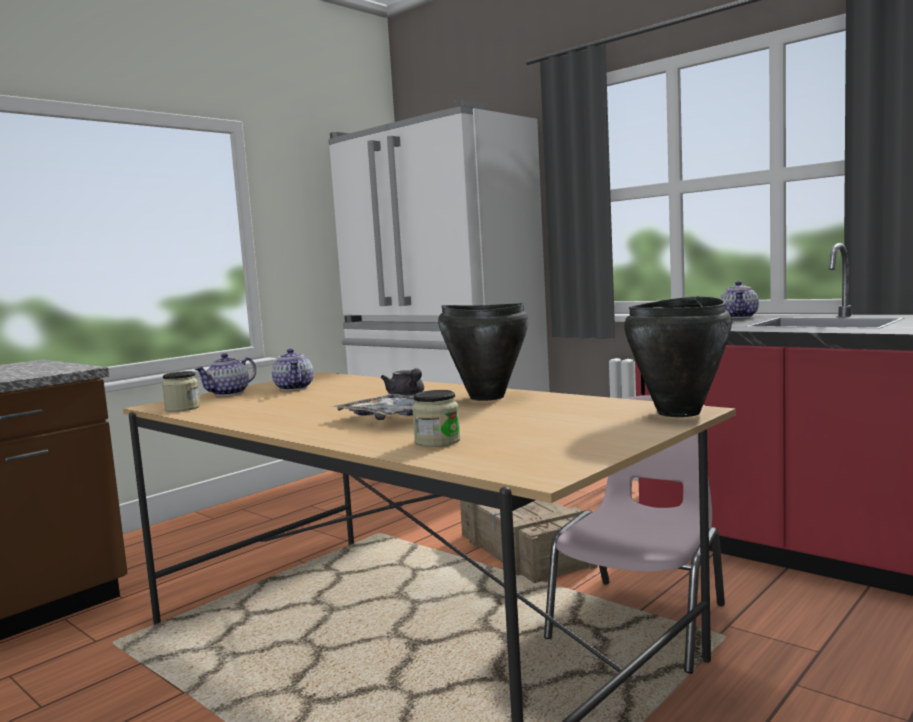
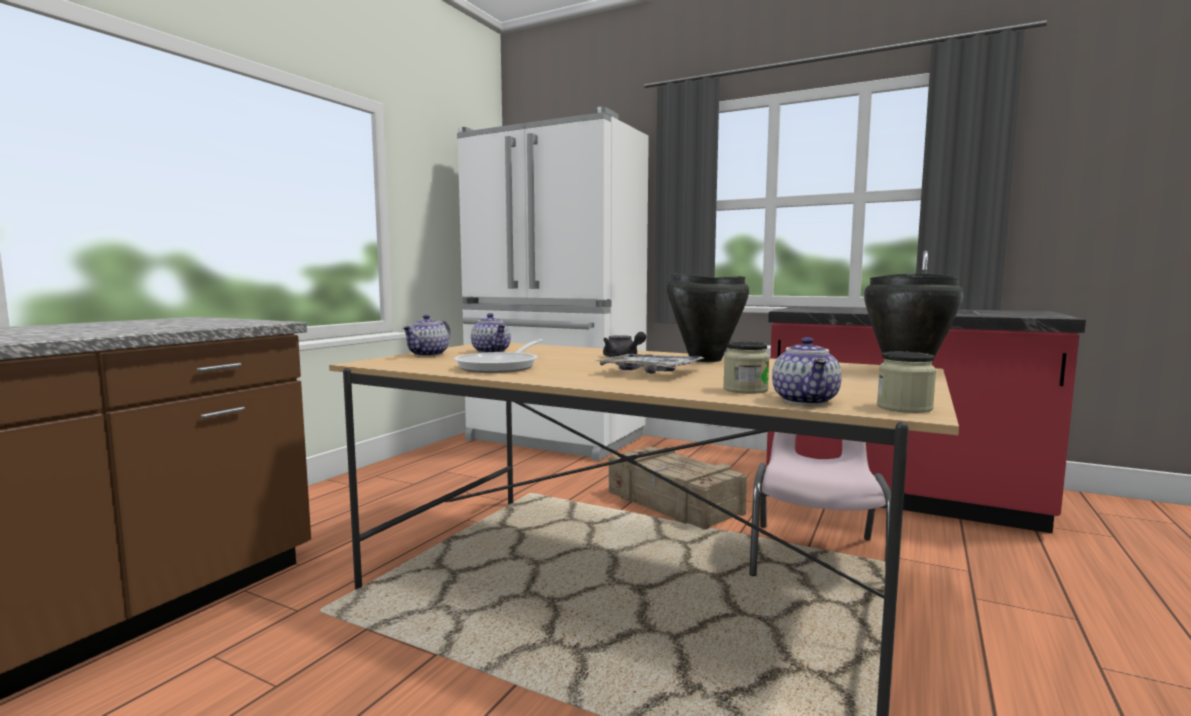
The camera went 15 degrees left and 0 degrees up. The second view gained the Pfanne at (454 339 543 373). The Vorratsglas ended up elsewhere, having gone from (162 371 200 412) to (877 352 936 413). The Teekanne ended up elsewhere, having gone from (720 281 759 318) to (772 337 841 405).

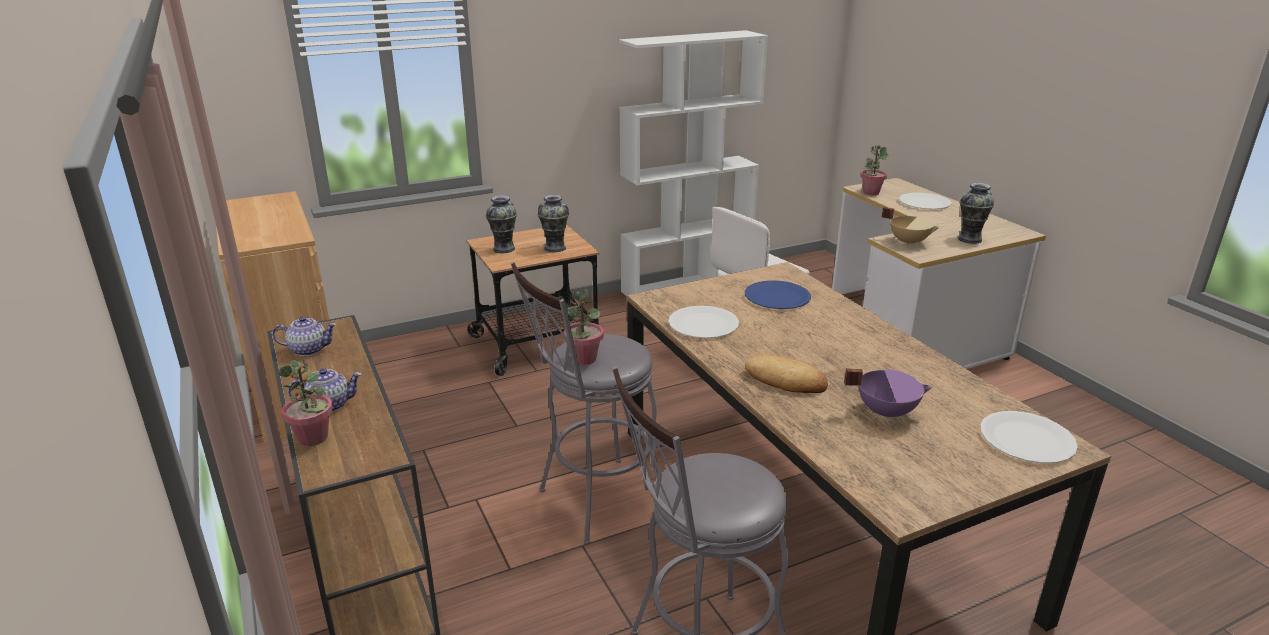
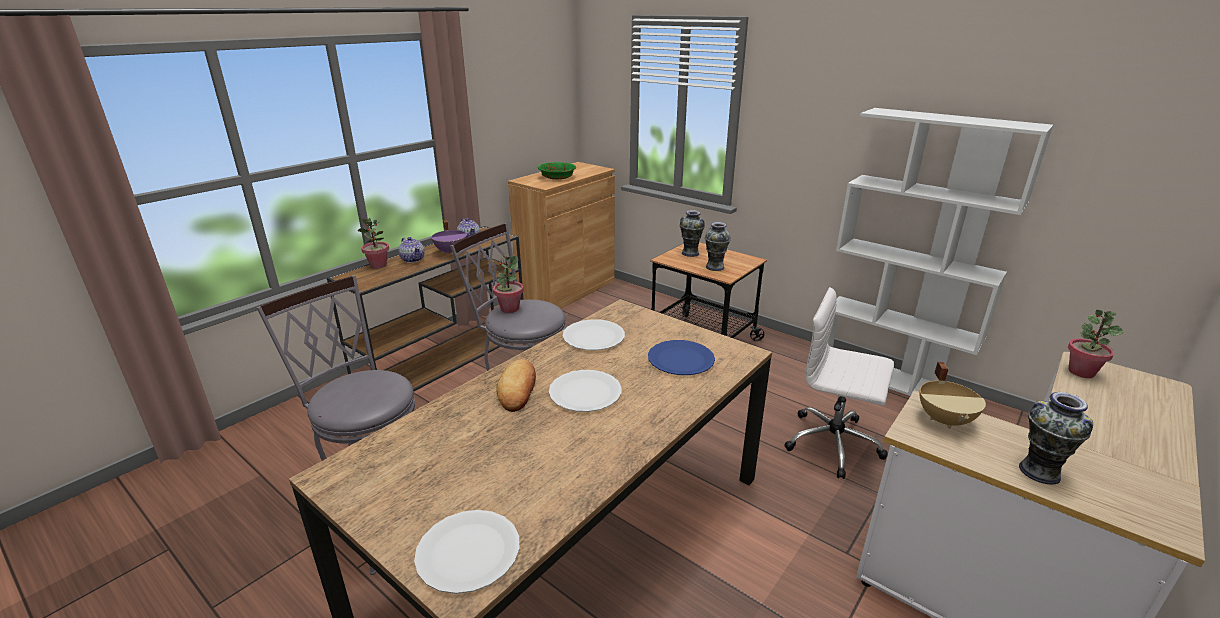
The camera went 65 degrees right and 0 degrees up. The second view gained the Schüssel [grün] at (538 162 576 179). The Kochtopf [lila] ended up elsewhere, having gone from (844 368 932 421) to (431 220 467 255). The Teller [weiß] ended up elsewhere, having gone from (899 193 951 209) to (549 370 622 412).

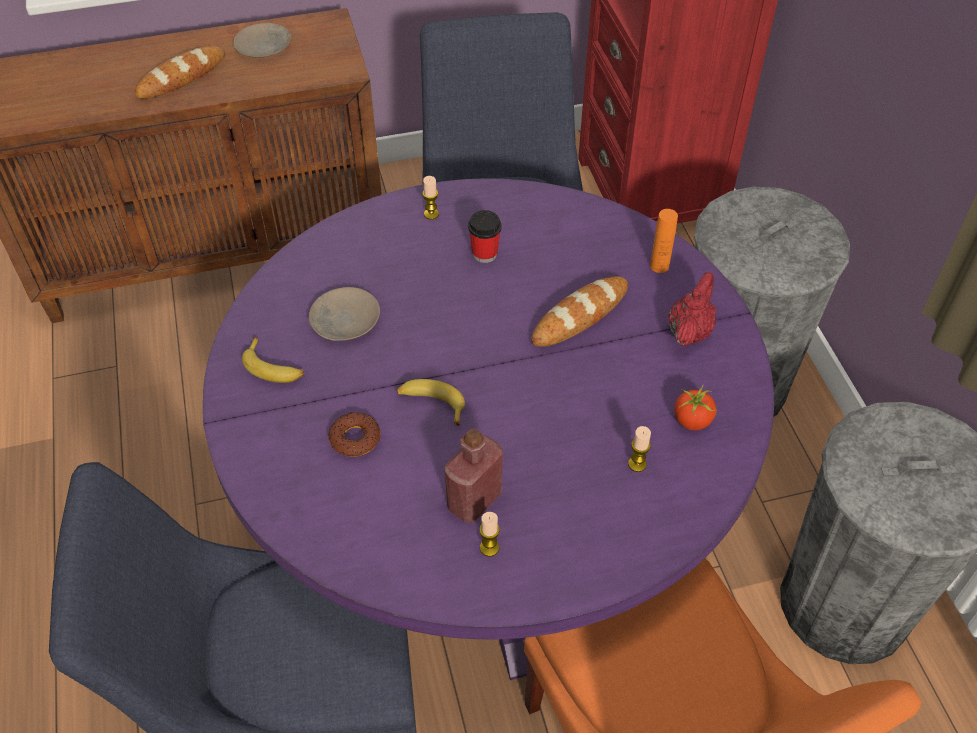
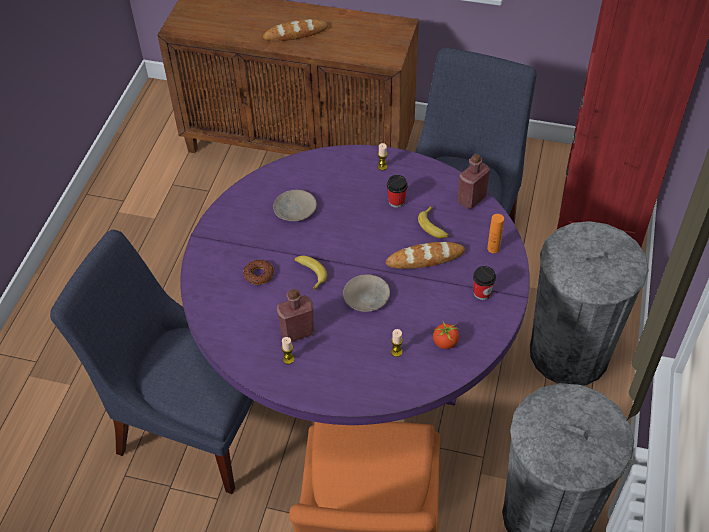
The camera went 30 degrees right and 0 degrees up. The second view gained the Flasche [rot] at (457 154 490 209). The Teller [beige] ended up elsewhere, having gone from (233 23 291 58) to (343 274 390 312). The Banane ended up elsewhere, having gone from (242 337 304 383) to (418 206 449 238). Where the Teekanne [rot] stood at (668 272 716 346), the Tasse came to stand at (473 266 496 300).

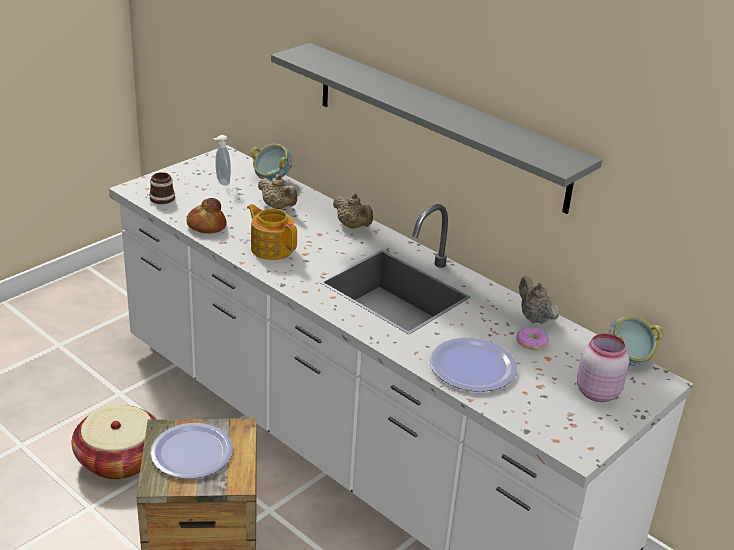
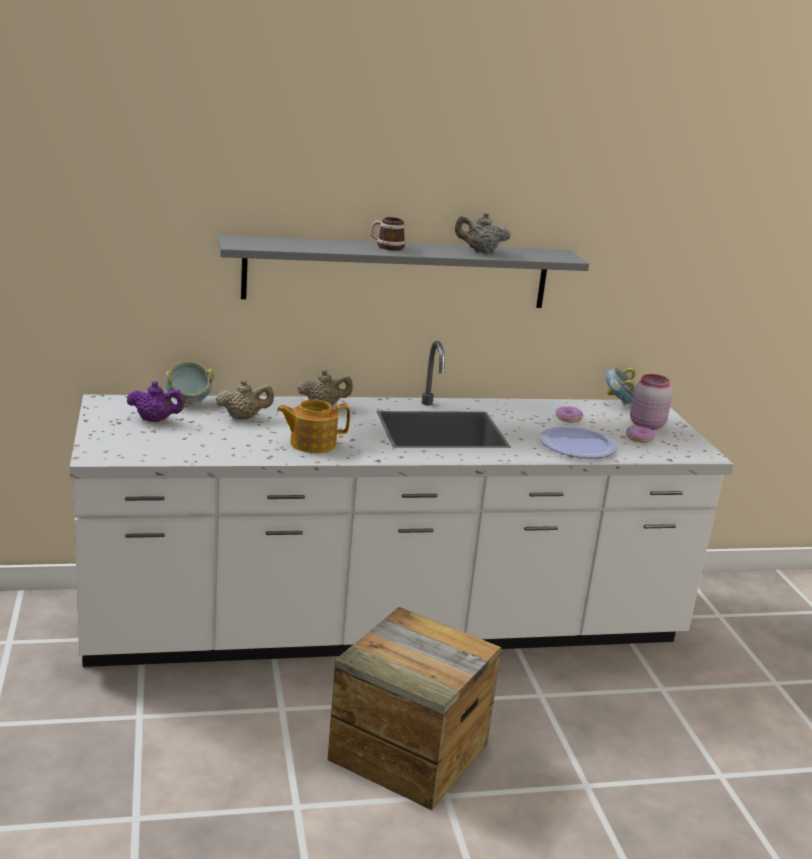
The camera went 55 degrees left and 10 degrees down. The second view lost the Korb at (72 405 156 479). The second view lost the Teller at (150 423 233 479). The second view lost the Brot at (187 198 227 234). The second view gained the Donut at (626 426 655 443). The Henkelbecher ended up elsewhere, having gone from (149 172 175 204) to (370 217 405 250). The Teekanne [beige] ended up elsewhere, having gone from (519 276 559 324) to (455 212 511 253). Where the Seifenspender stood at (213 135 231 186), the Teekanne [lila] came to stand at (127 381 185 422).

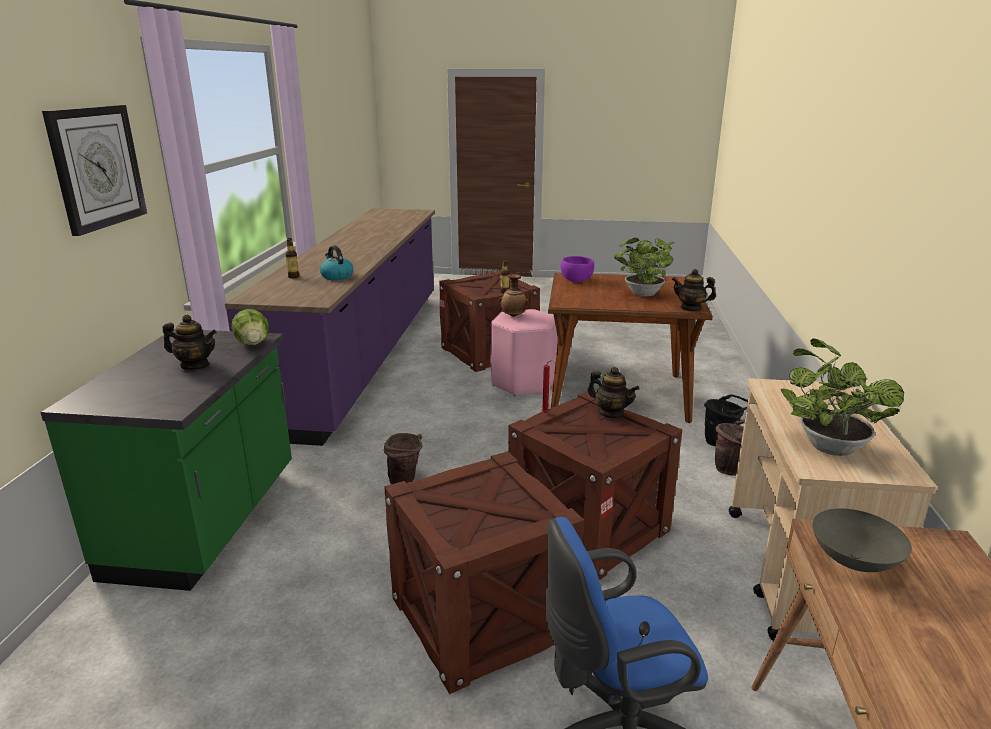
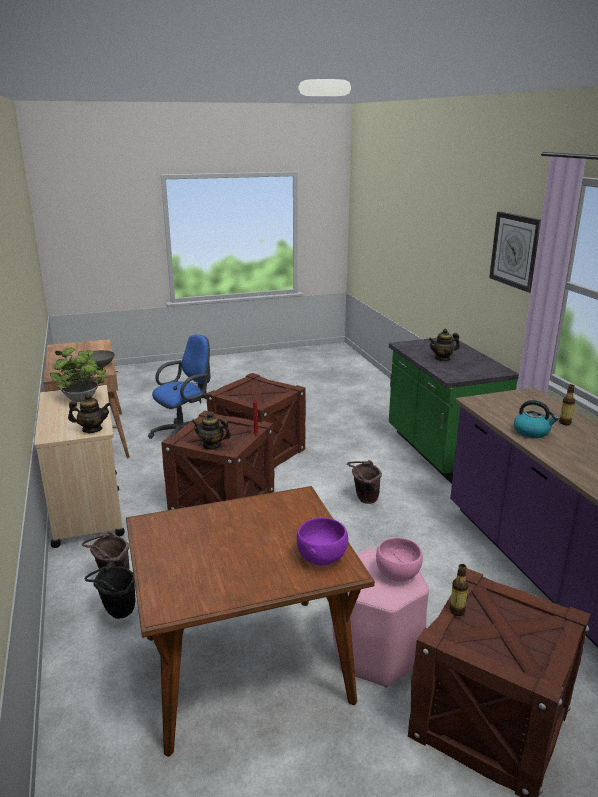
The camera went 155 degrees right and 0 degrees up. The second view lost the Salatkopf at (232 309 269 345). The second view lost the Topfpflanze at (614 238 674 297). The Teekanne ended up elsewhere, having gone from (672 269 716 311) to (68 394 111 433). Where the Vase stood at (498 274 529 317), the Schüssel [rosa] came to stand at (376 537 423 582).

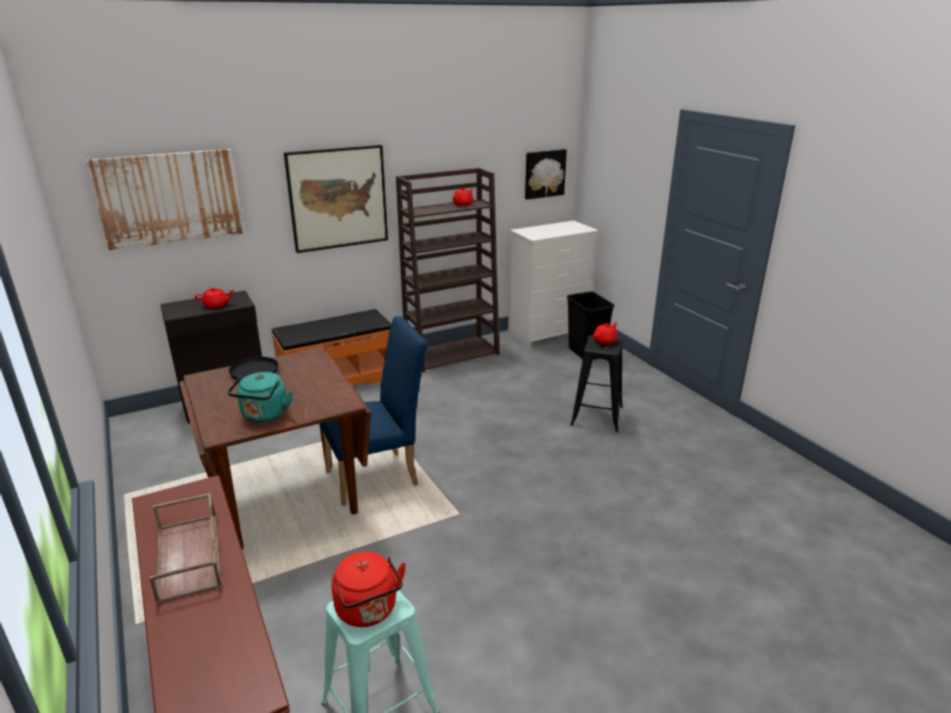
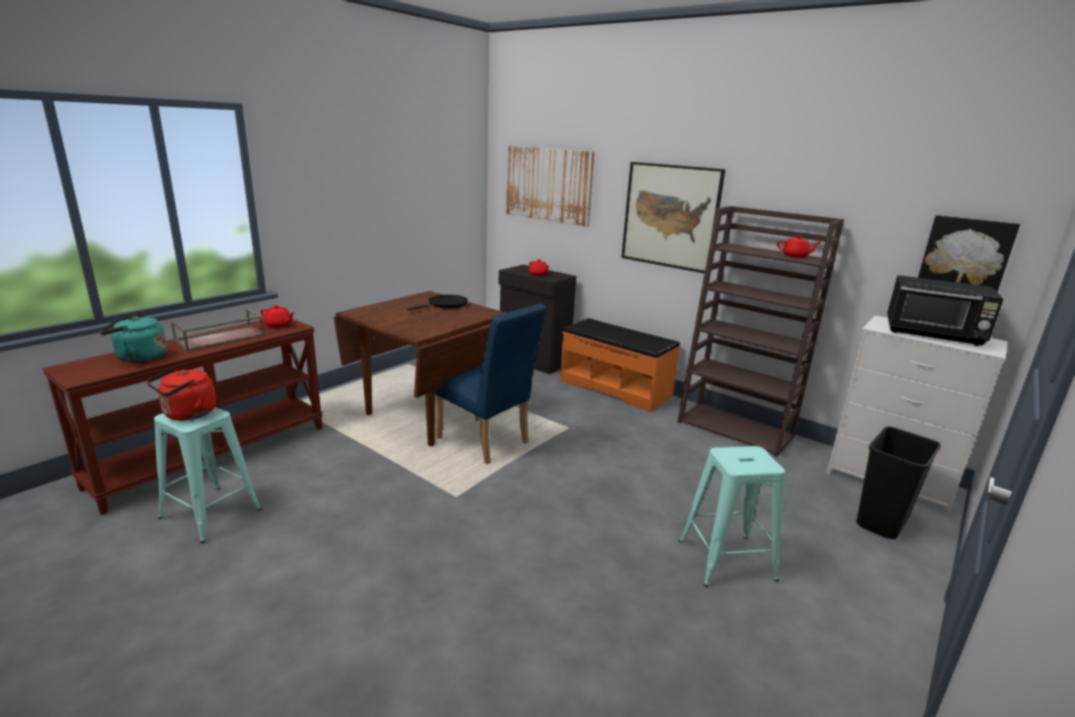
The camera went 65 degrees right and 5 degrees down. The second view gained the Mikrowelle [schwarz] at (887 275 1004 346). The Wasserkessel [türkis] ended up elsewhere, having gone from (227 372 293 423) to (100 314 167 363). The Teekanne [rot] ended up elsewhere, having gone from (593 322 618 344) to (260 305 295 328). What was the Hocker [schwarz] at (570 335 623 432) turned into the Hocker [türkis] at (679 446 785 587).

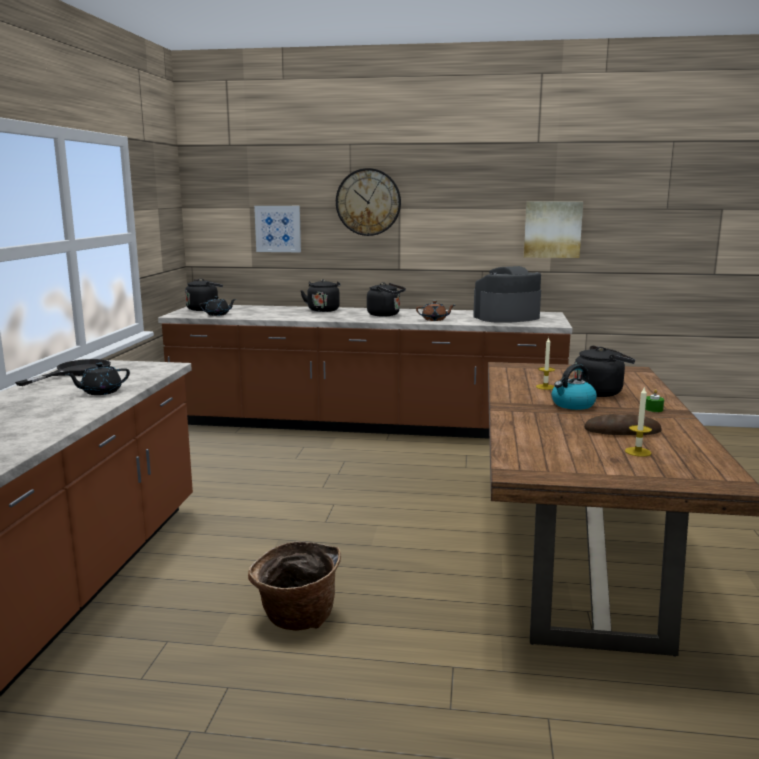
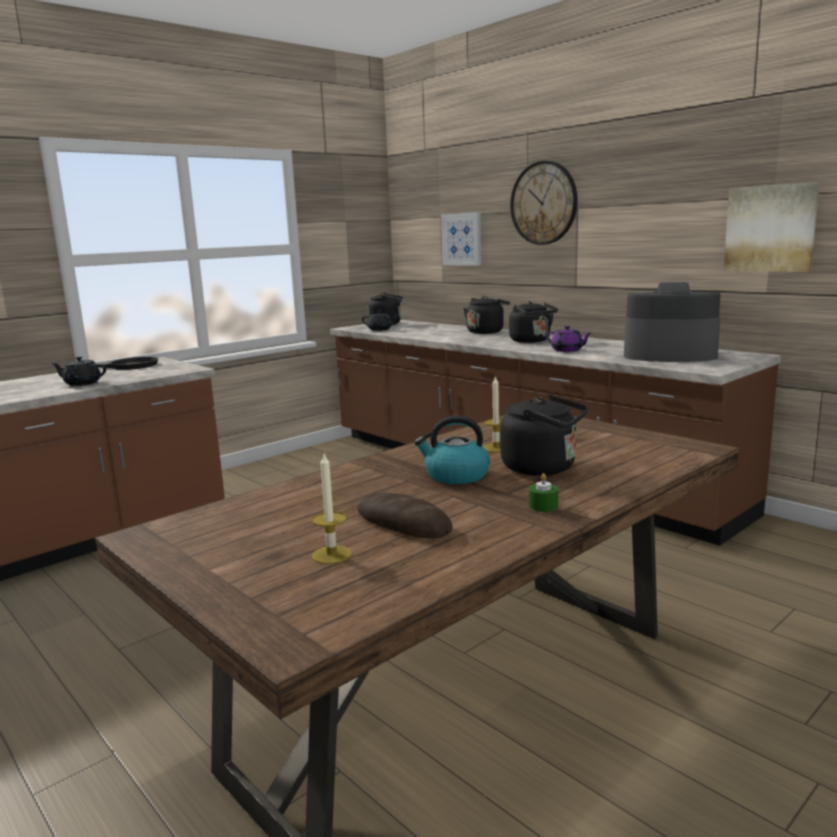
The camera went 40 degrees right and 0 degrees up. The second view lost the Korb at (248 541 341 631). What was the Teekanne [braun] at (416 301 455 321) turned into the Teekanne [lila] at (546 326 591 352).

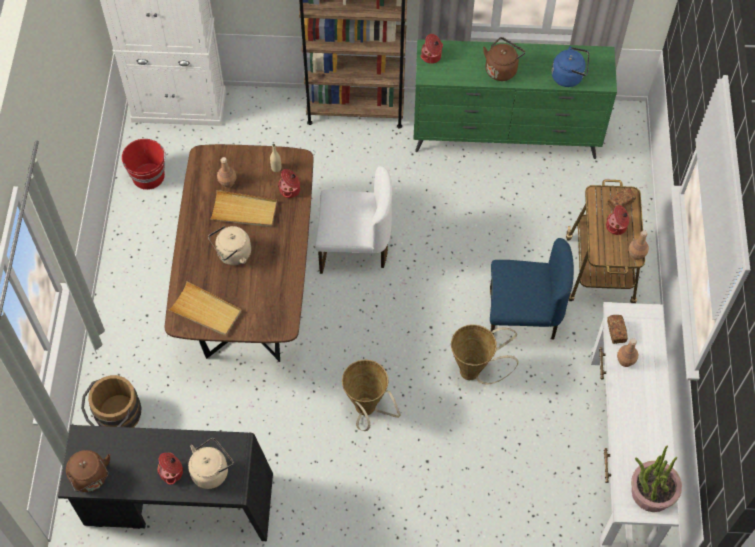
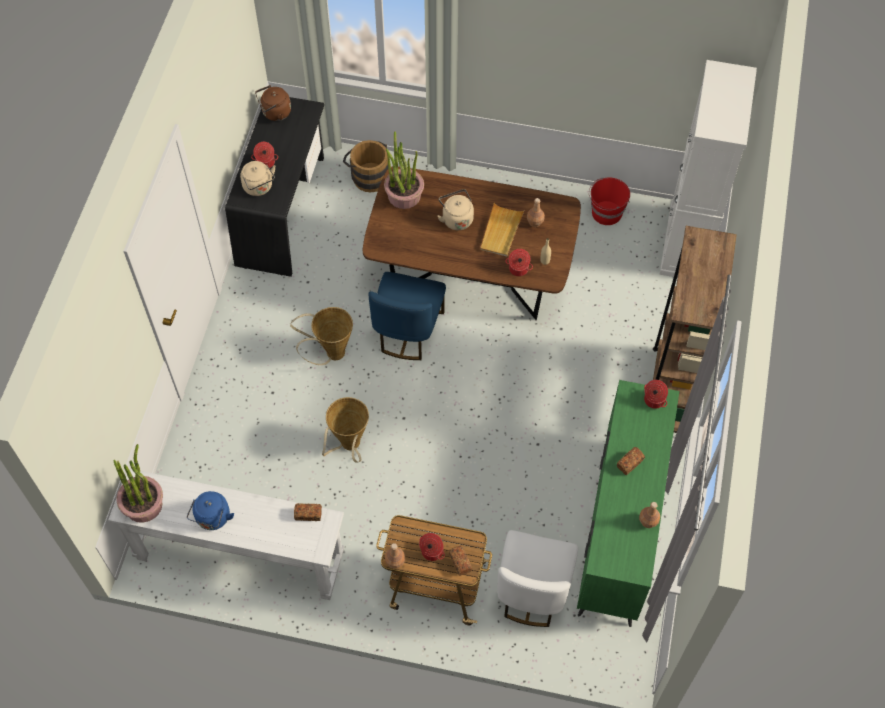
The camera went 100 degrees right and 0 degrees up. The Stuhl [weiß] ended up elsewhere, having gone from (315 166 392 274) to (497 530 578 627). The Stuhl [blau] ended up elsewhere, having gone from (490 238 574 339) to (368 272 446 360). The Wasserkessel [blau] ended up elsewhere, having gone from (552 46 589 87) to (187 491 234 530). The Flasche [braun] ended up elsewhere, having gone from (617 338 638 367) to (639 502 660 528). Where the Tablett [beige] stood at (168 281 242 336), the Topfpflanze came to stand at (384 131 424 209). Where the Wasserkessel [braun] stood at (483 37 525 81), the Brot came to stand at (617 447 645 475).

